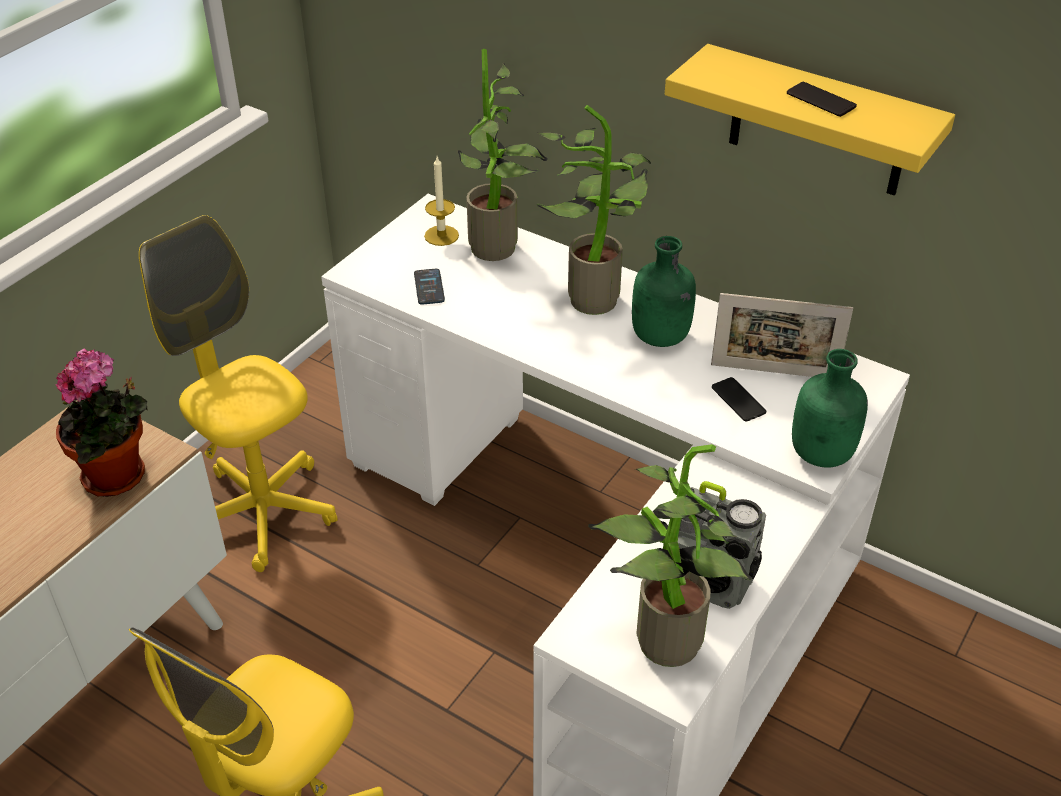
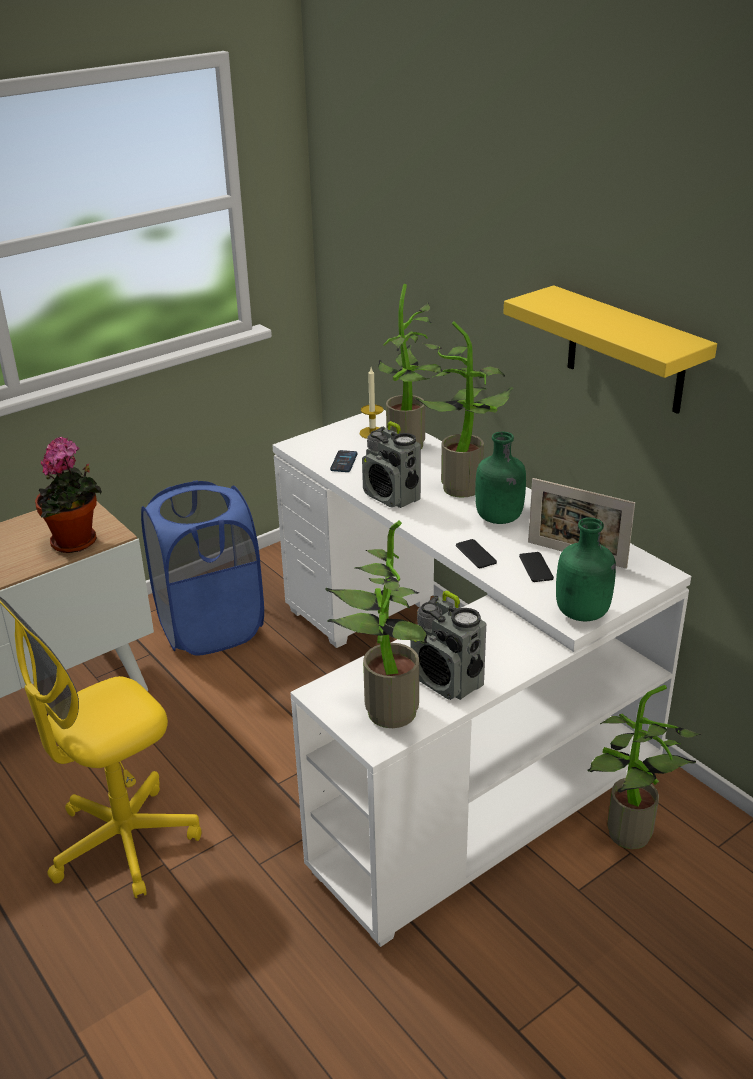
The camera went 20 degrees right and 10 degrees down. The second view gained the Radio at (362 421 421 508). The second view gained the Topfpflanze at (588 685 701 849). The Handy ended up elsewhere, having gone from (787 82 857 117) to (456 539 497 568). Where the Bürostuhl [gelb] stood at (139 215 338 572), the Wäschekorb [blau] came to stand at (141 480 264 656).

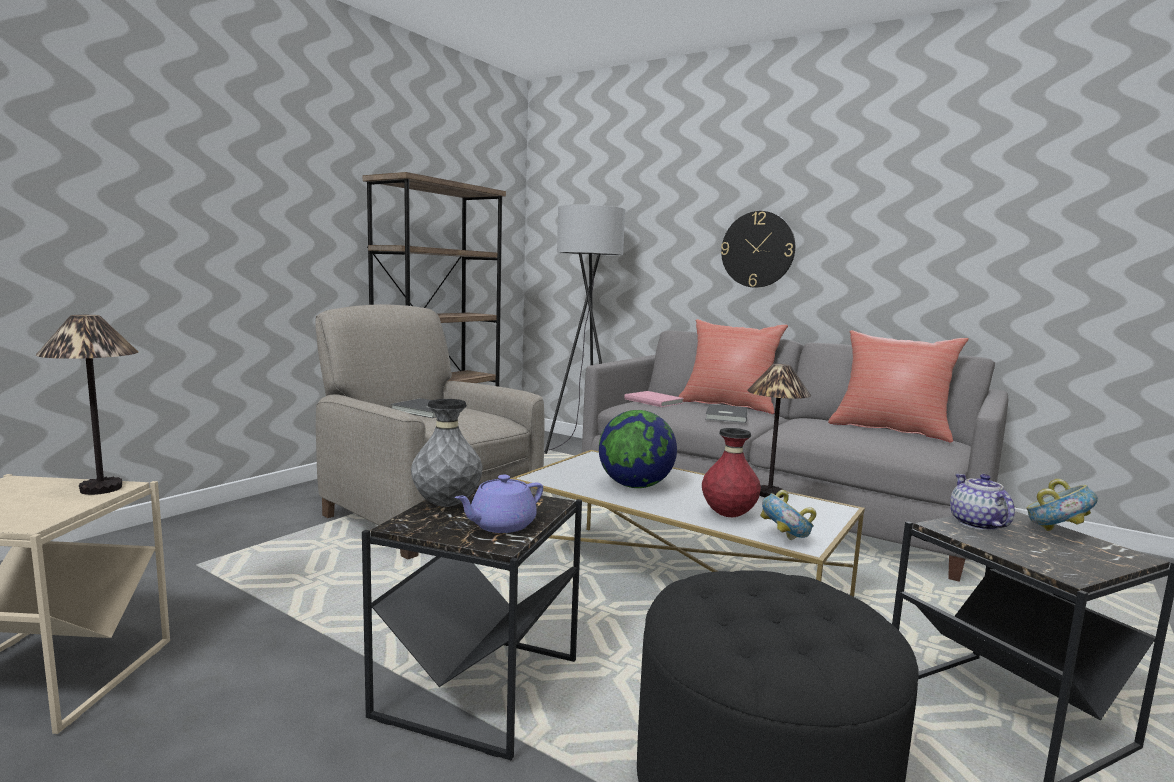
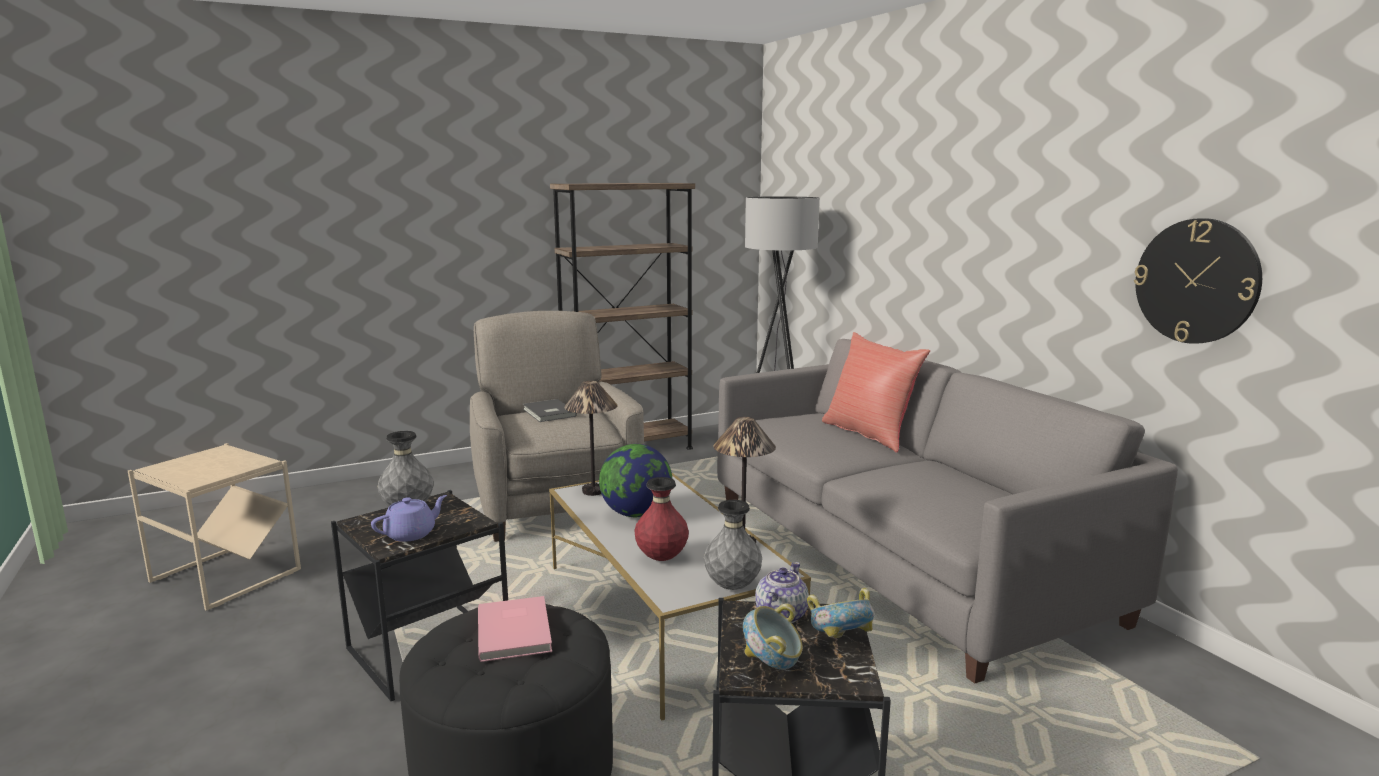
The camera went 30 degrees right and 5 degrees up. The second view lost the Buch [grau] at (706 404 747 423). The second view lost the Kissen [rot] at (828 330 969 443). The second view gained the Vase [grau] at (704 500 762 590). The Tischlampe ended up elsewhere, having gone from (36 315 138 495) to (564 381 618 496). The Buch [rosa] ended up elsewhere, having gone from (624 391 684 407) to (478 596 552 662). The Wanduhr ended up elsewhere, having gone from (721 211 795 288) to (1134 218 1262 344). The Schüssel ended up elsewhere, having gone from (760 490 816 540) to (743 603 803 669). The Teekanne [lila] at (454 475 543 533) ended up facing another way, 150 degrees clockwise from before.

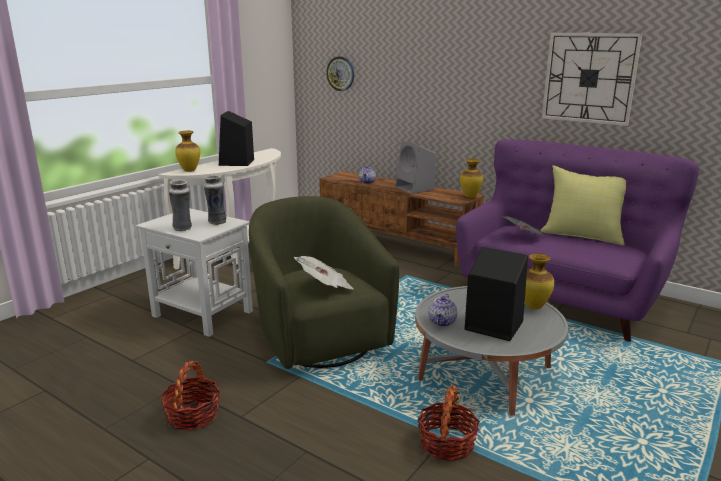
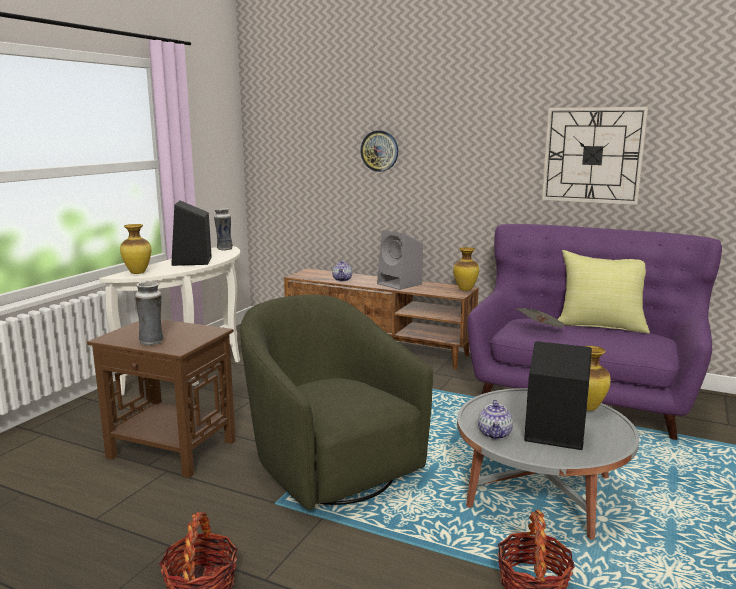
The camera went 10 degrees left and 5 degrees down. The second view lost the Zeitung at (294 256 353 289). The Vase ended up elsewhere, having gone from (204 175 227 225) to (214 208 233 250). The Wanduhr ended up elsewhere, having gone from (326 56 354 91) to (360 130 398 172). What was the Beistelltisch [weiß] at (136 208 253 337) turned into the Beistelltisch [braun] at (87 319 236 478).

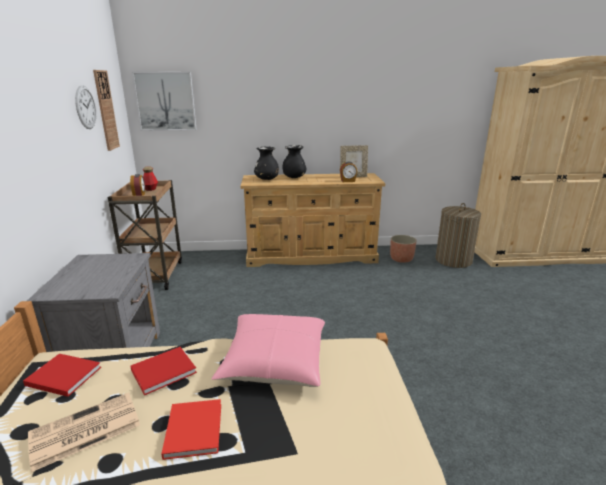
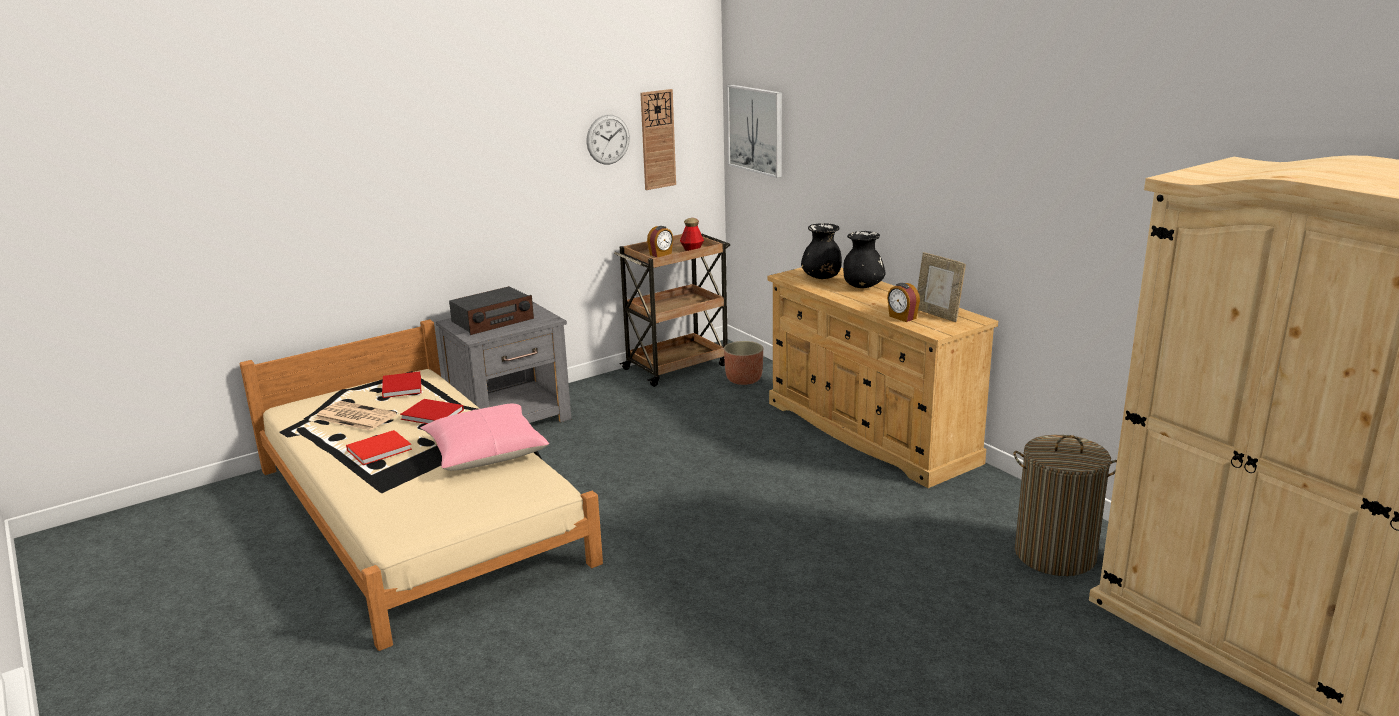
The camera went 60 degrees right and 0 degrees up. The second view gained the Radio at (449 286 534 335). The Pflanzkübel ended up elsewhere, having gone from (390 235 417 263) to (724 341 763 385).

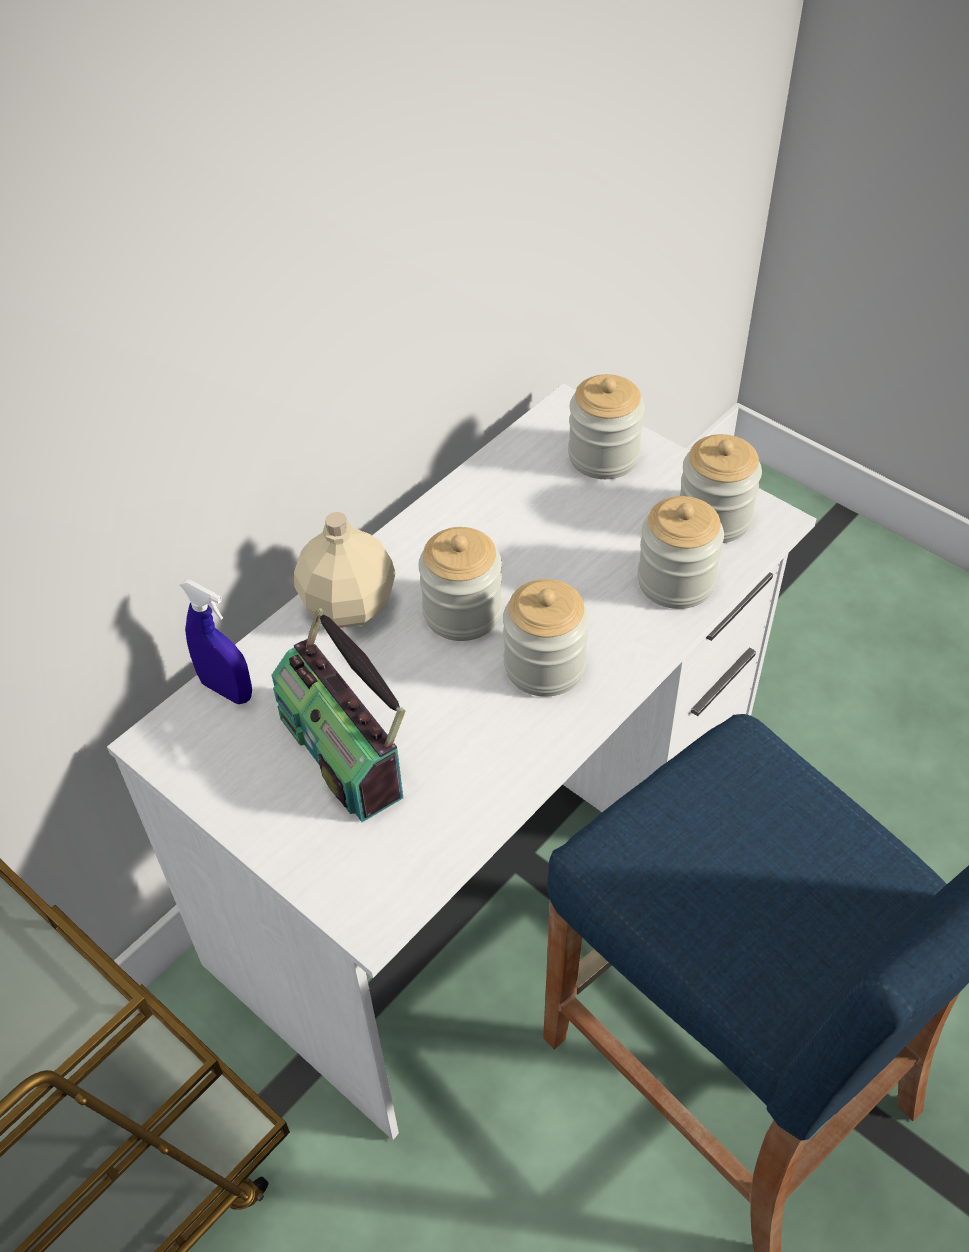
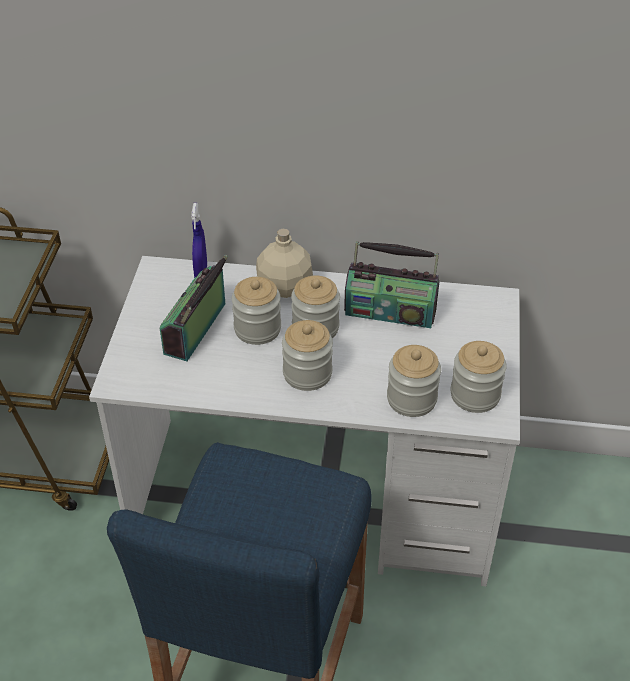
The camera went 55 degrees right and 5 degrees down. The second view gained the Radio at (344 241 440 328). The Vorratsglas ended up elsewhere, having gone from (568 374 645 479) to (232 277 281 345).

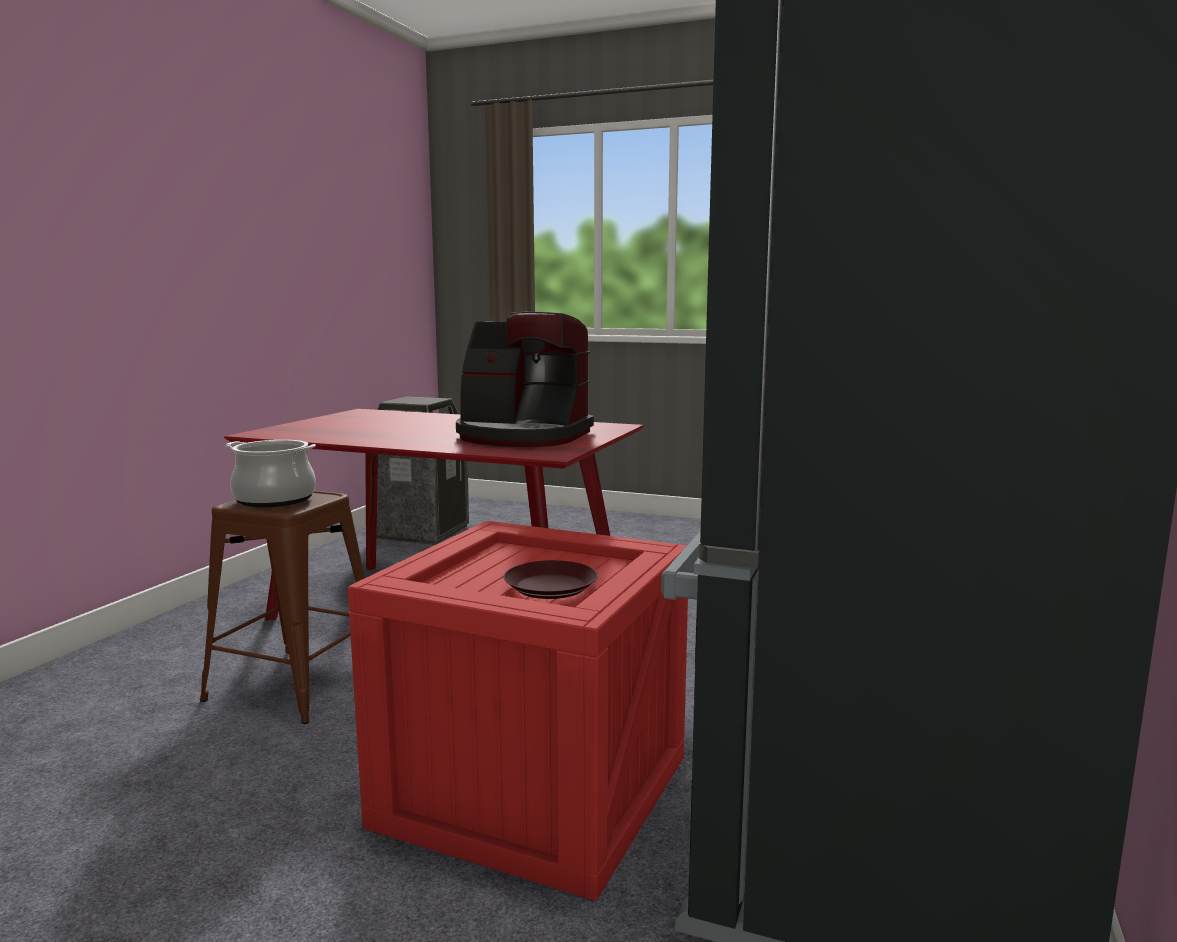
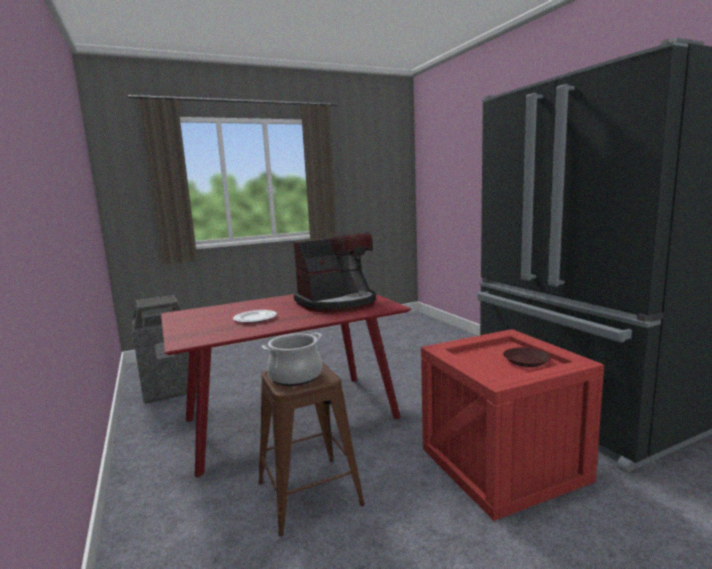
The camera went 45 degrees left and 0 degrees up. The second view gained the Teller at (233 310 277 323).

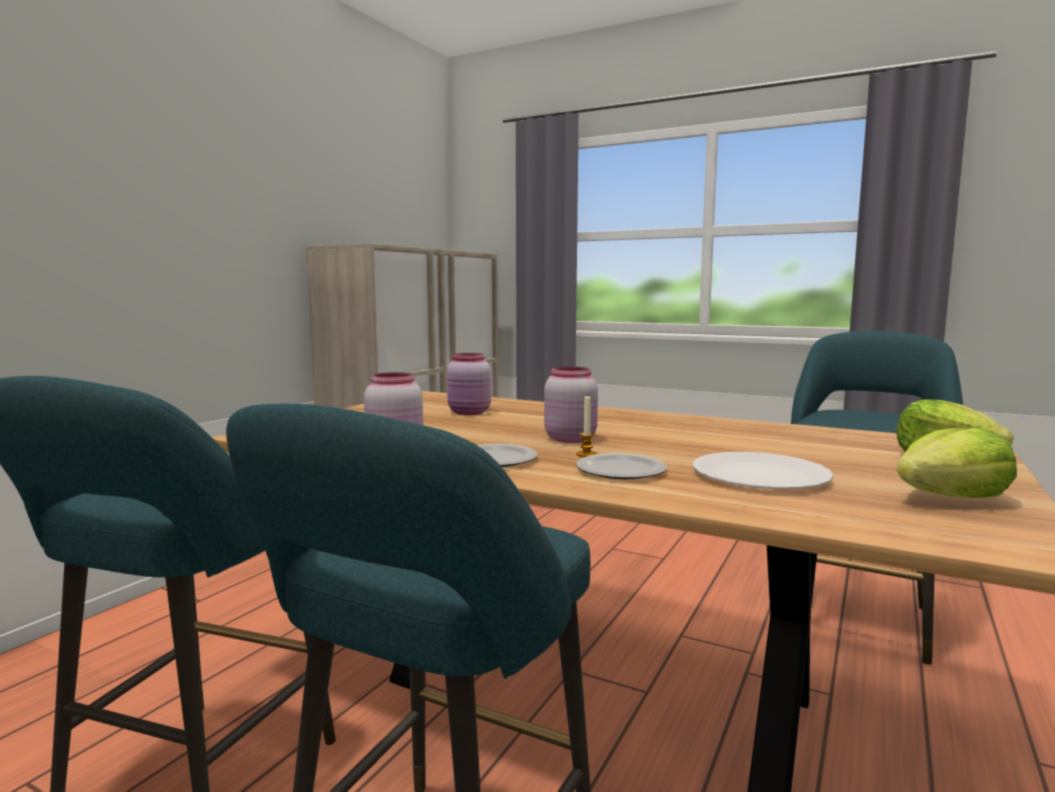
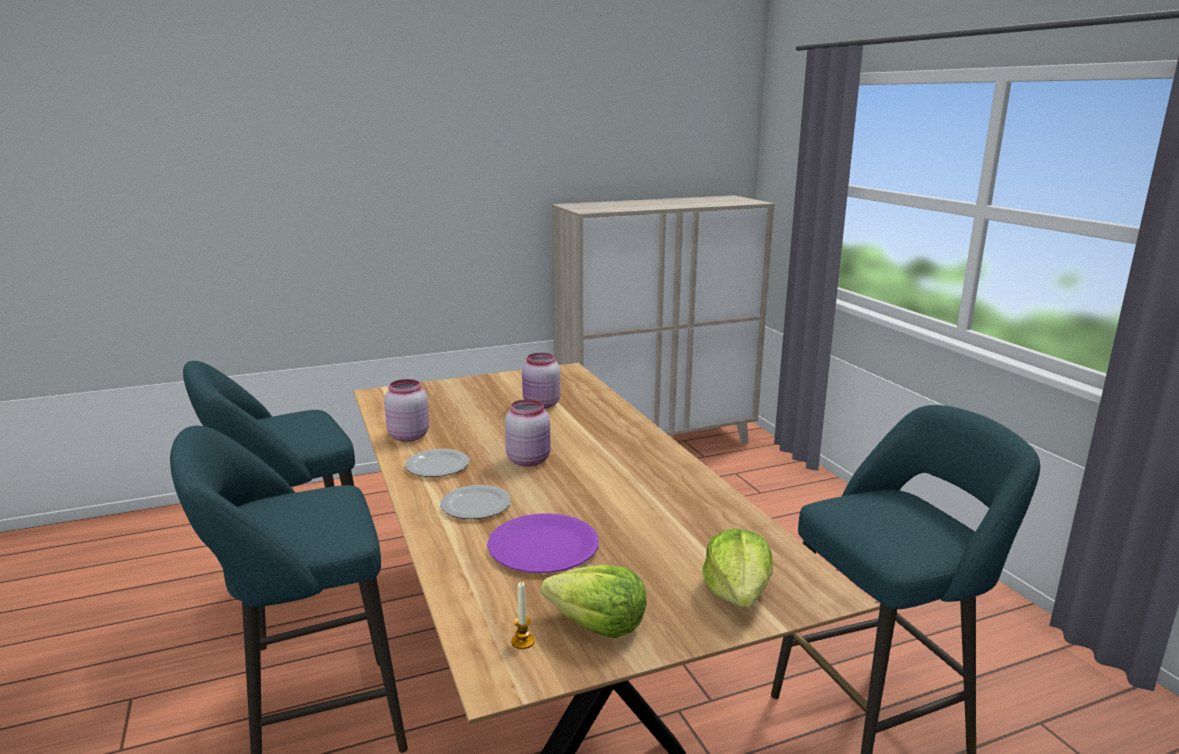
The camera went 40 degrees right and 10 degrees up. The Kerze ended up elsewhere, having gone from (576 395 597 457) to (511 582 535 649). What was the Teller [weiß] at (693 452 833 489) turned into the Teller [lila] at (487 513 599 573).

